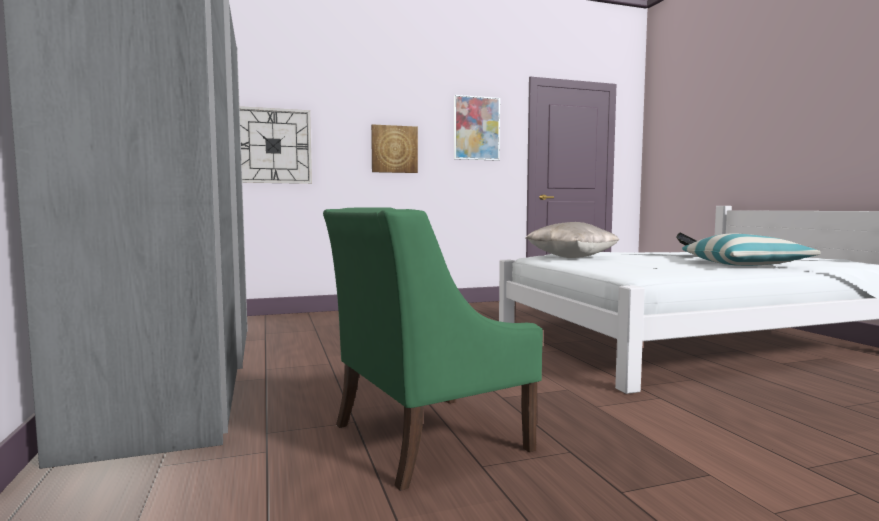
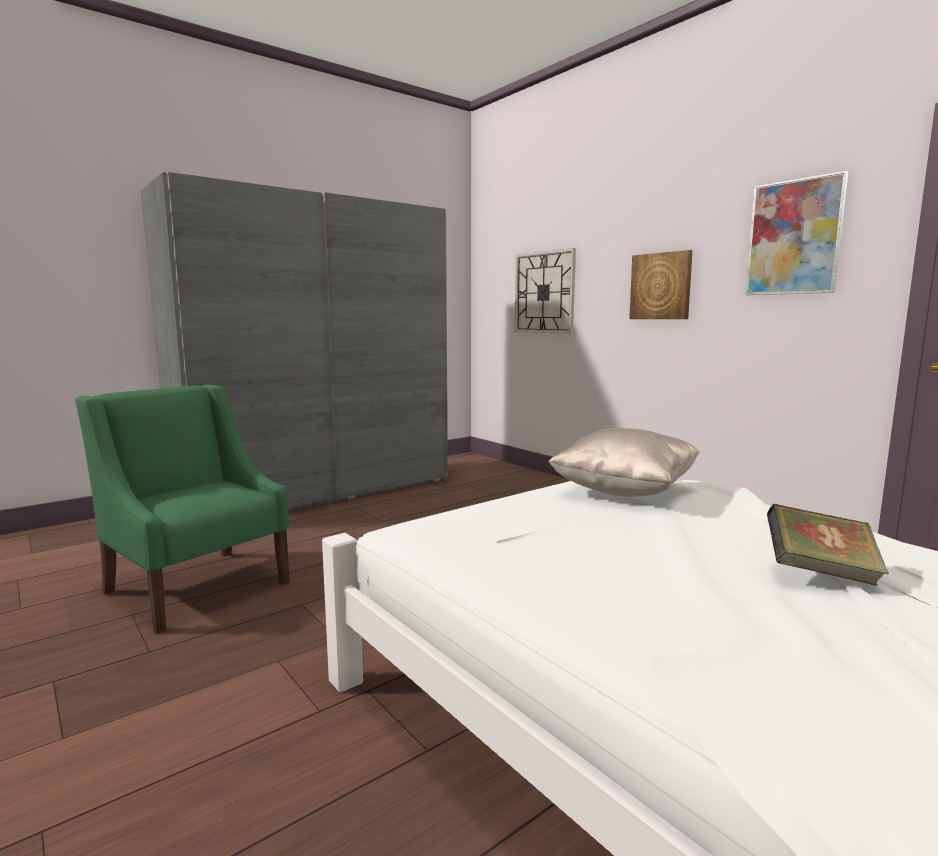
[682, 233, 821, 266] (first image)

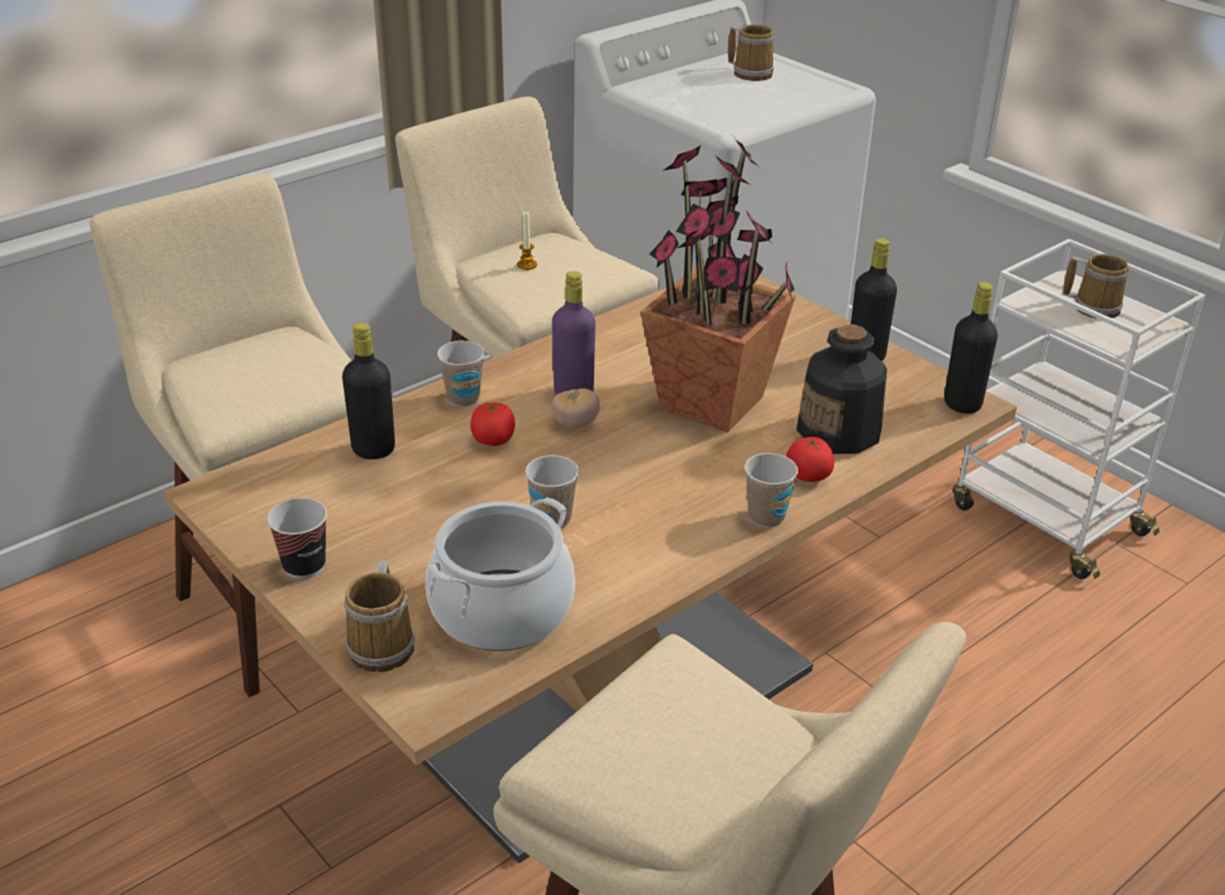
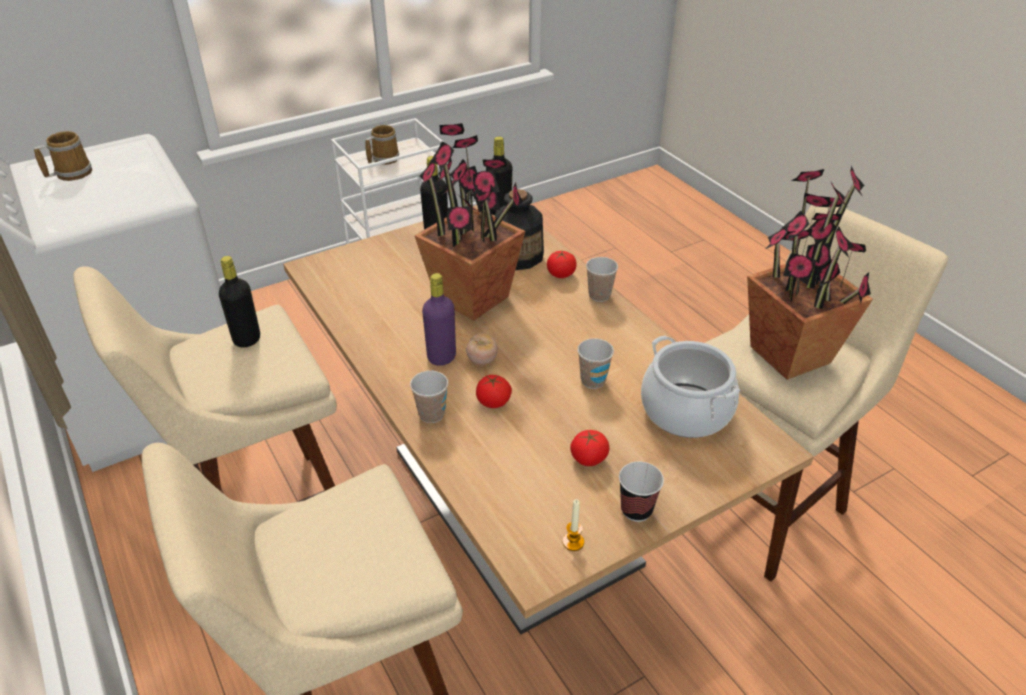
[344, 560, 415, 672] (first image)
[570, 430, 609, 466]
[747, 166, 873, 380]
[219, 256, 260, 348]
[563, 499, 584, 551]

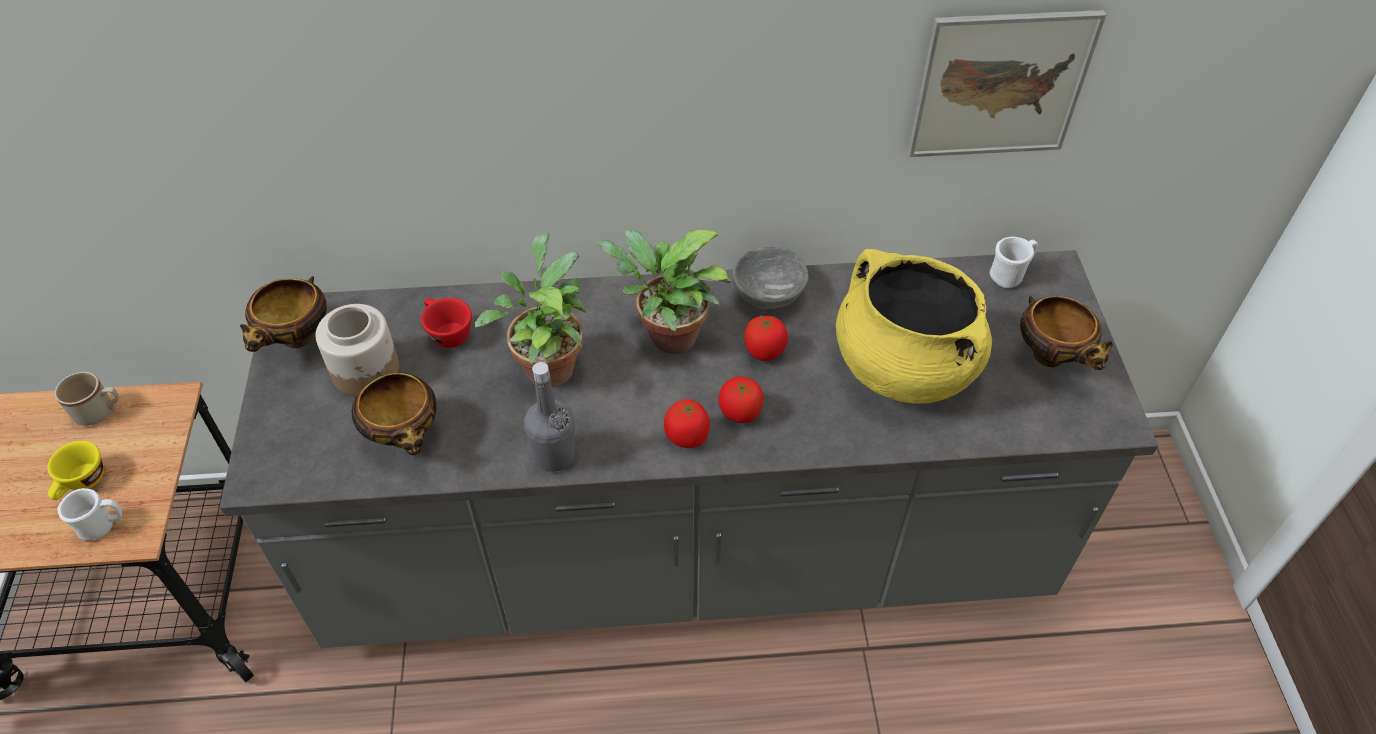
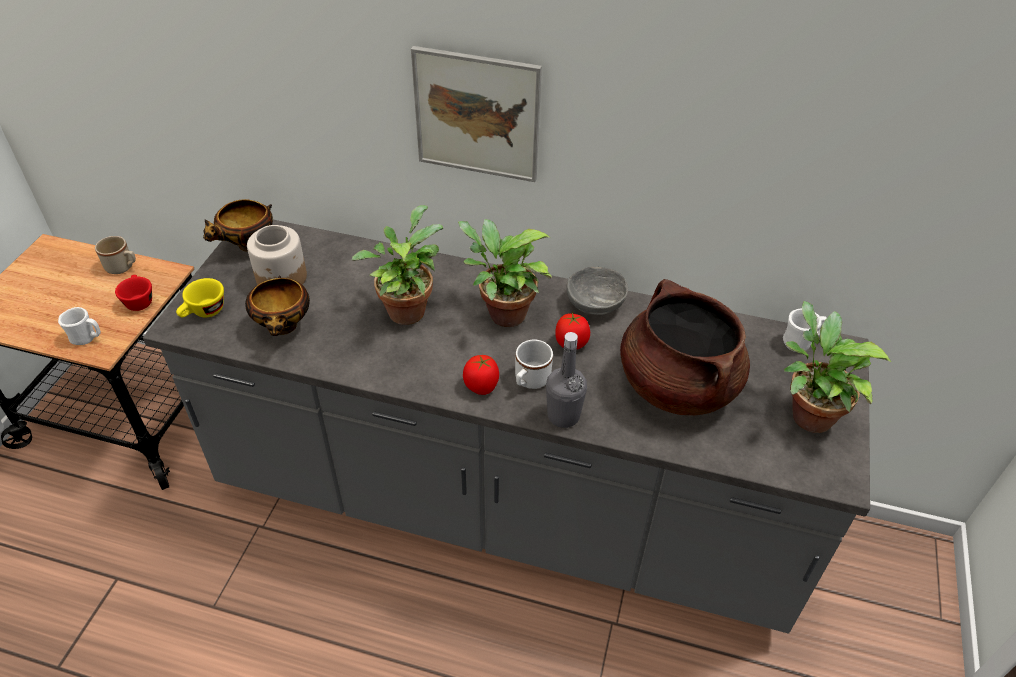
[176, 278, 224, 317]
[115, 275, 152, 311]
[546, 332, 587, 428]
[411, 46, 542, 182]
[515, 340, 553, 389]
[784, 301, 892, 433]
[620, 279, 750, 415]

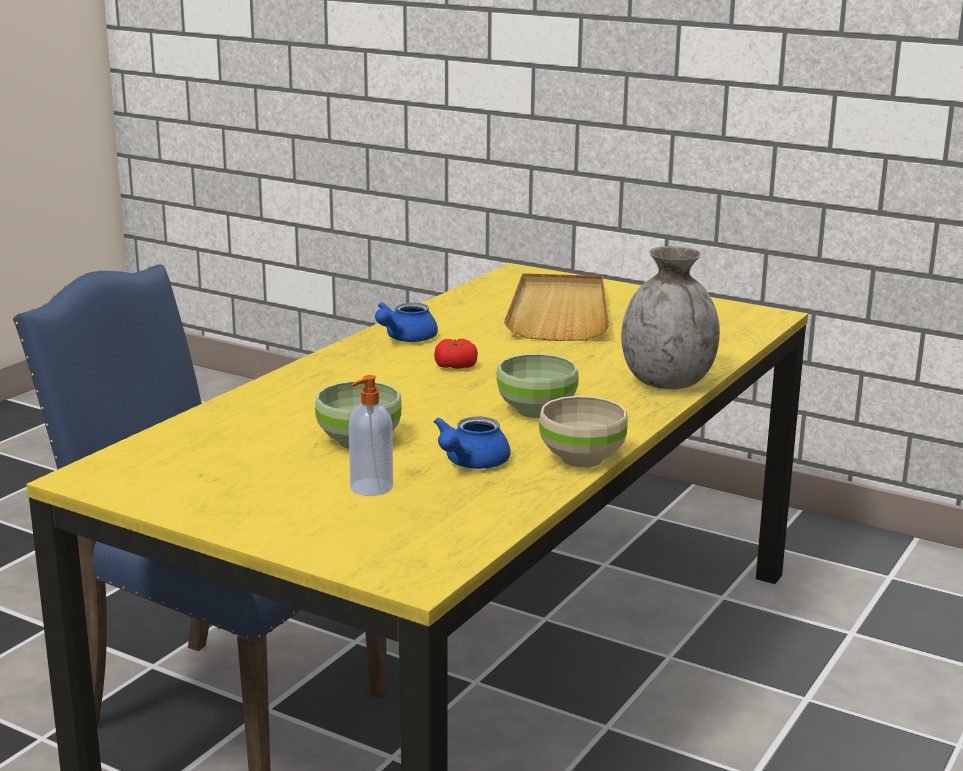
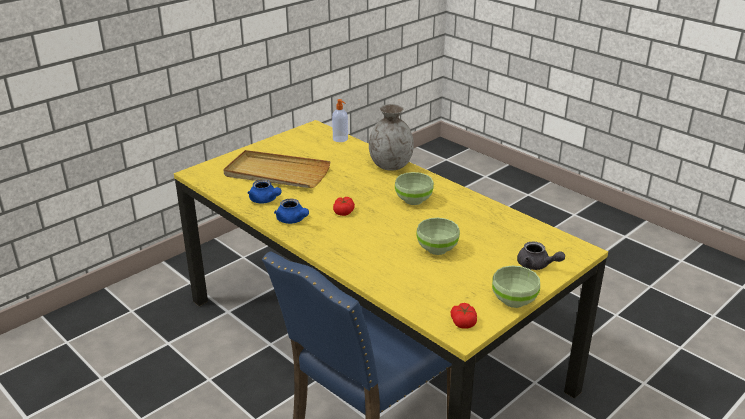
[539, 396, 628, 467] (first image)
[450, 303, 477, 329]
[492, 266, 540, 308]
[517, 242, 565, 270]
[332, 99, 348, 142]
[248, 180, 282, 204]

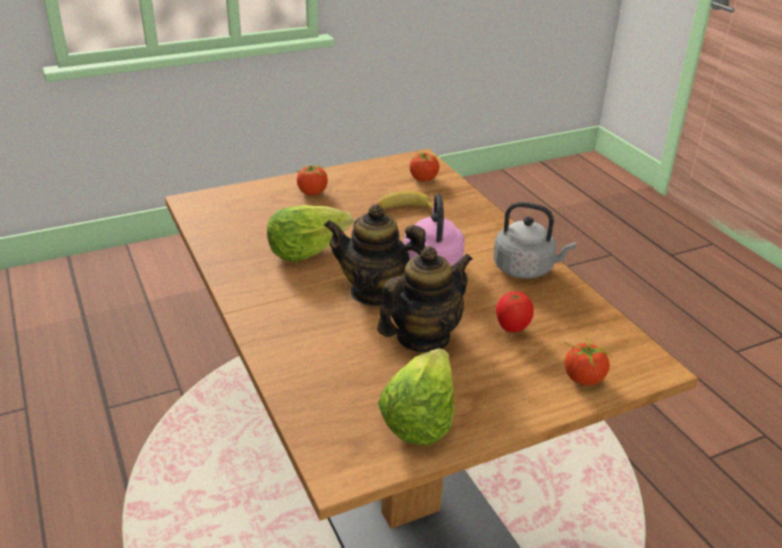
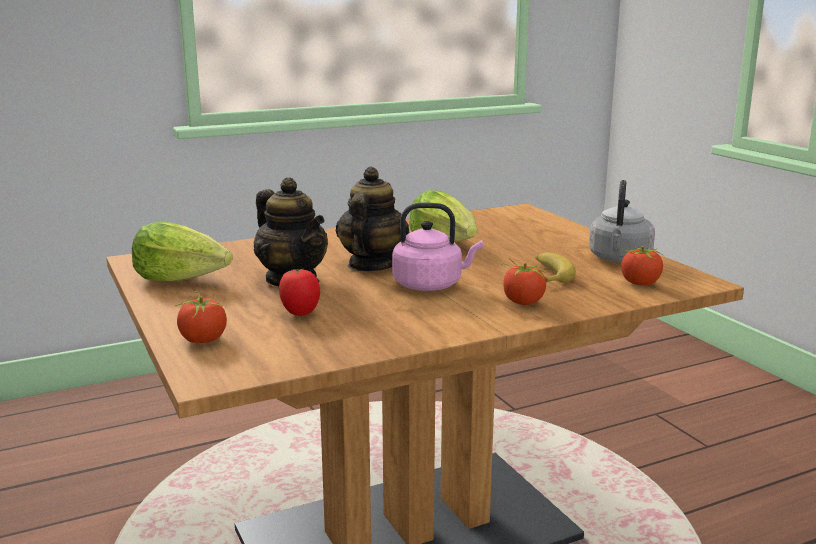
[502, 258, 548, 305]
[589, 180, 655, 263]

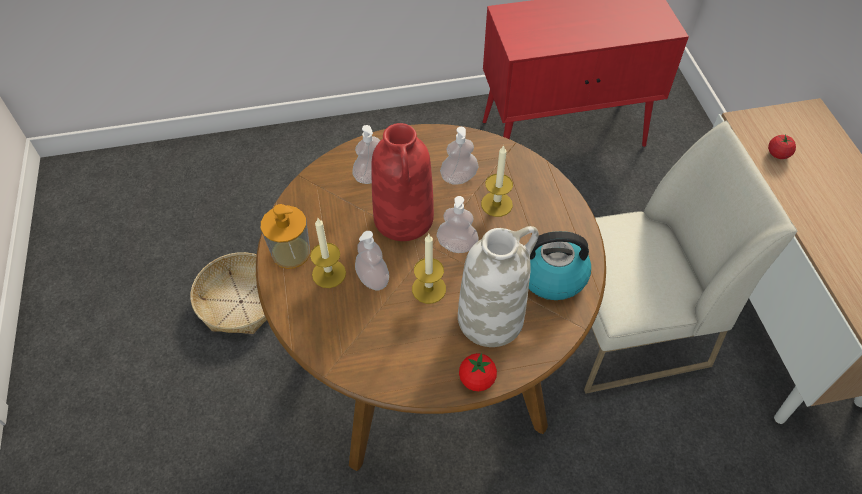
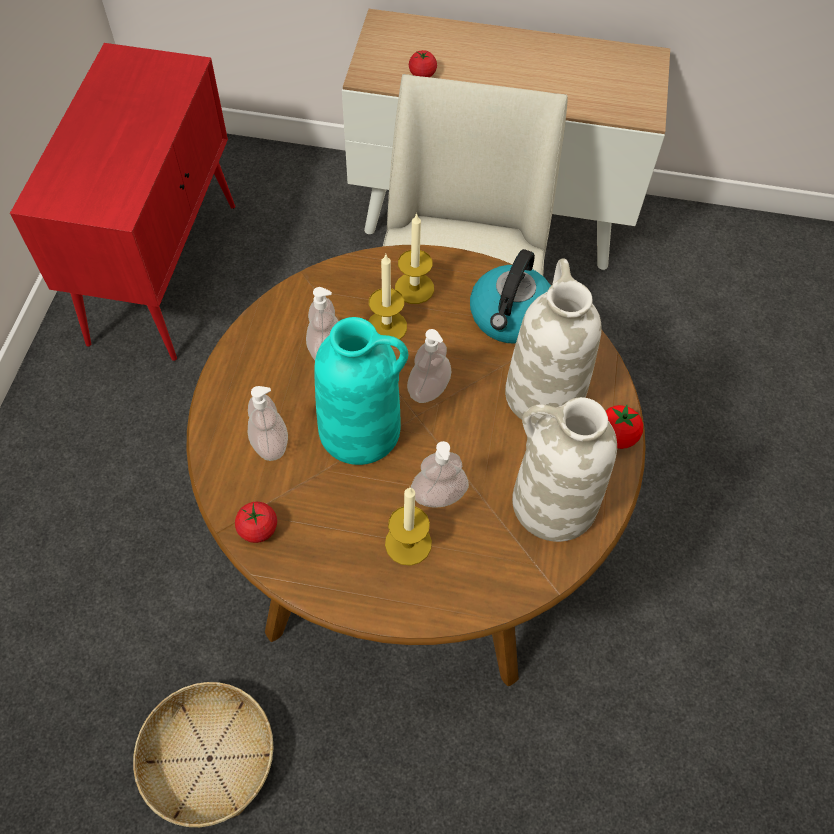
[261, 204, 310, 269] (first image)
[235, 502, 277, 543]
[512, 397, 617, 542]
[395, 213, 434, 304]
[314, 317, 408, 465]

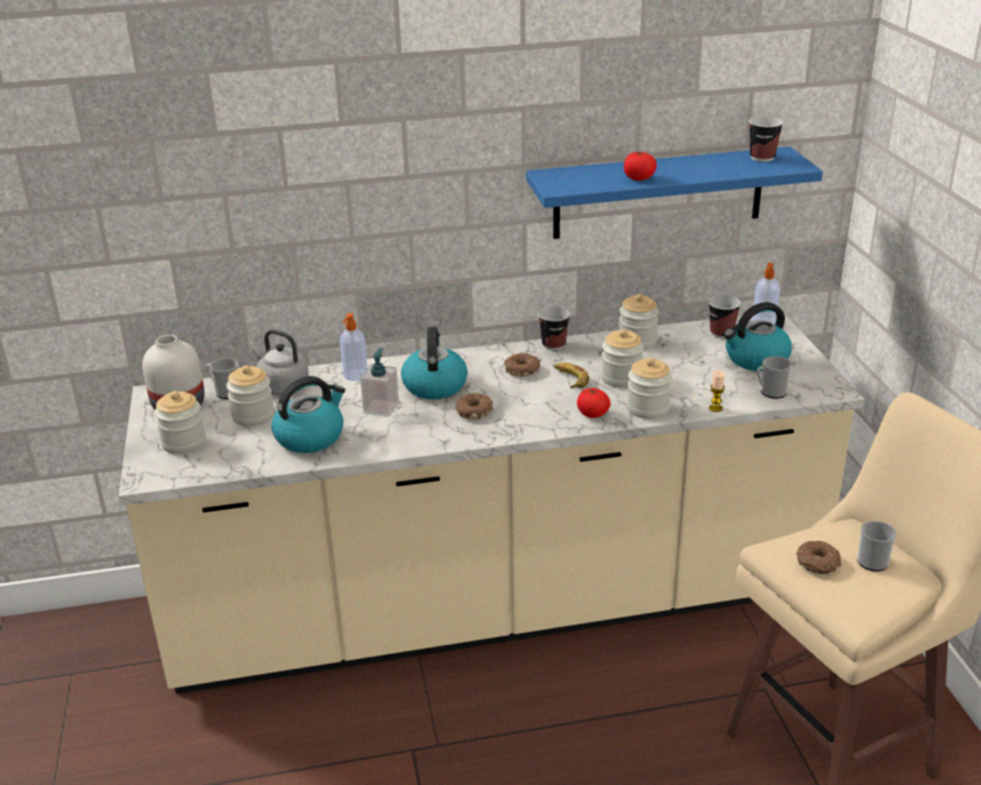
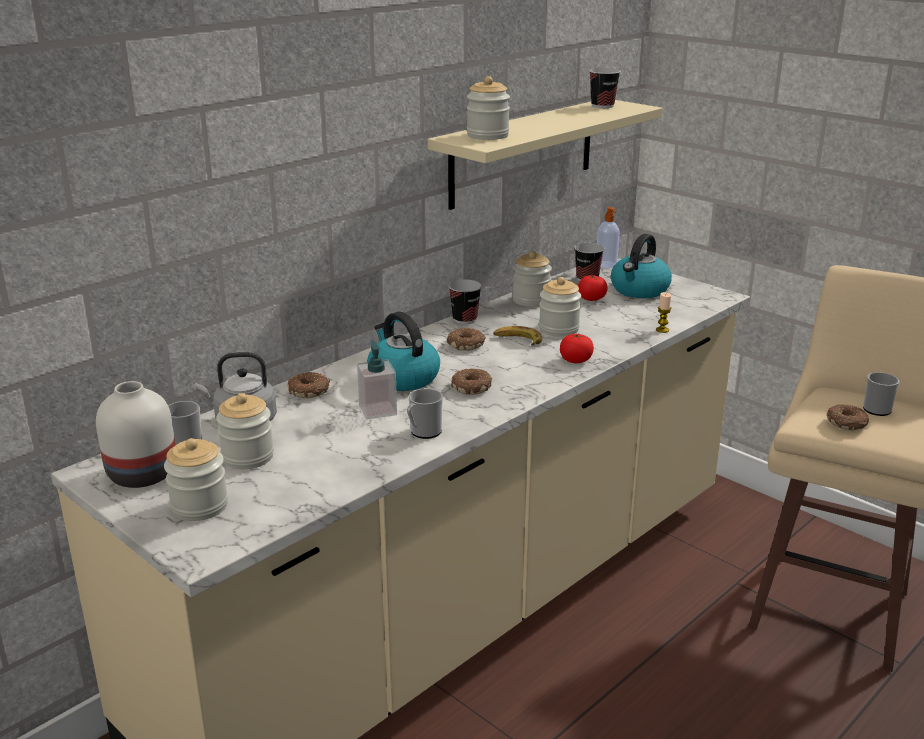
[271, 376, 345, 453] (first image)
[578, 275, 608, 301]
[467, 76, 510, 140]
[407, 388, 443, 439]
[288, 372, 330, 398]
[427, 100, 662, 210]

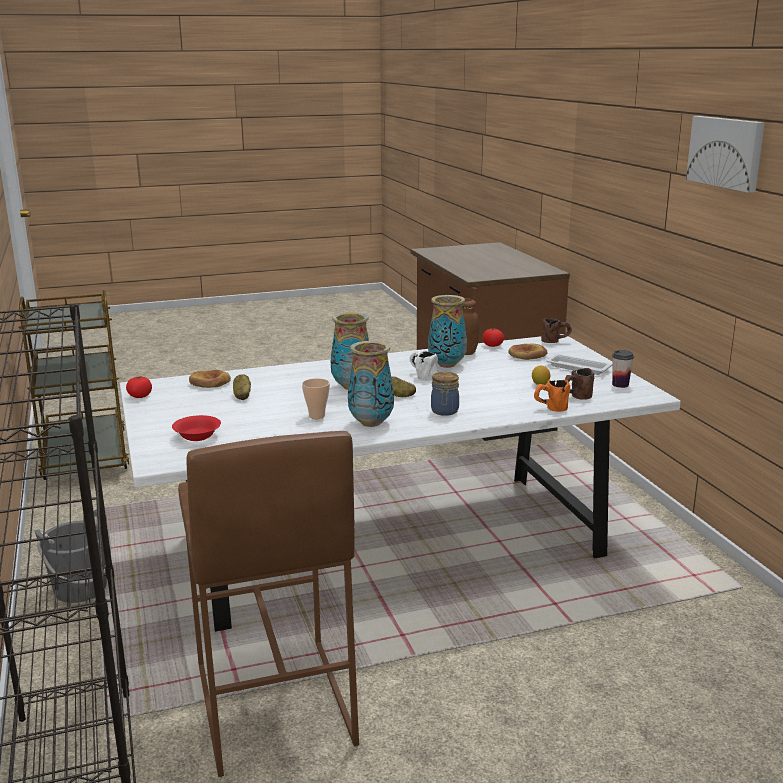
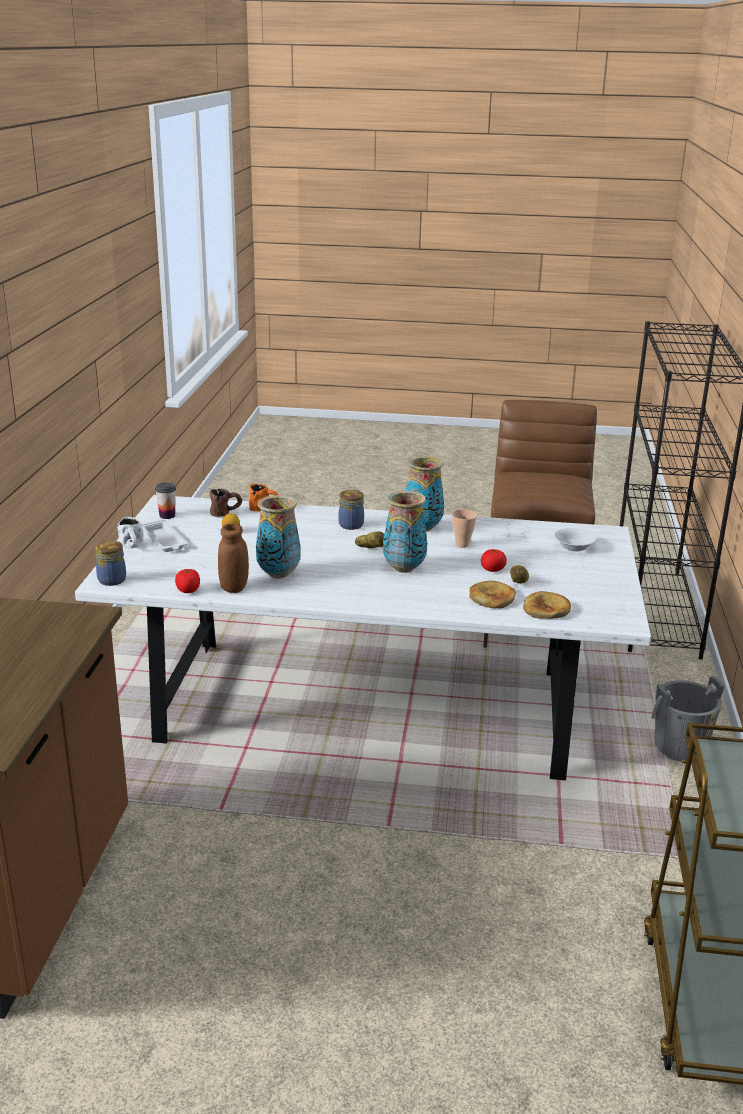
[686, 116, 765, 192] (first image)
[481, 549, 507, 572]
[117, 517, 144, 548]
[469, 581, 516, 609]
[95, 541, 126, 586]
[554, 528, 597, 551]

